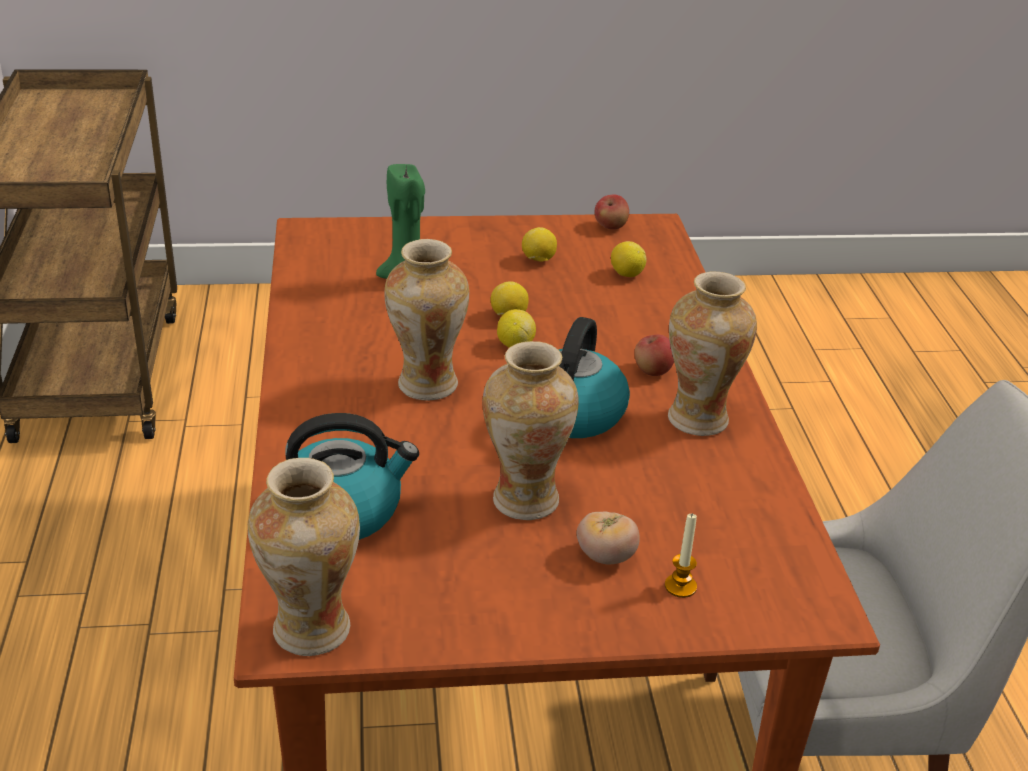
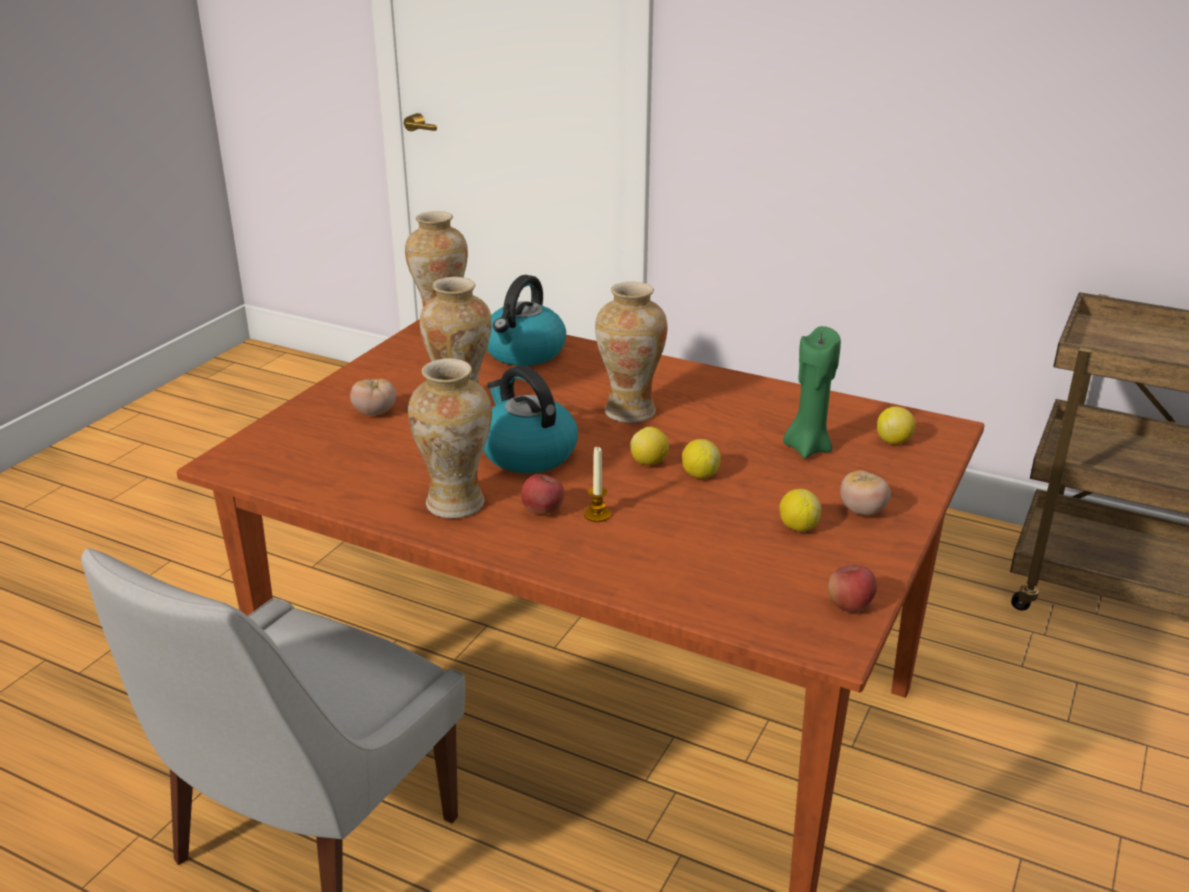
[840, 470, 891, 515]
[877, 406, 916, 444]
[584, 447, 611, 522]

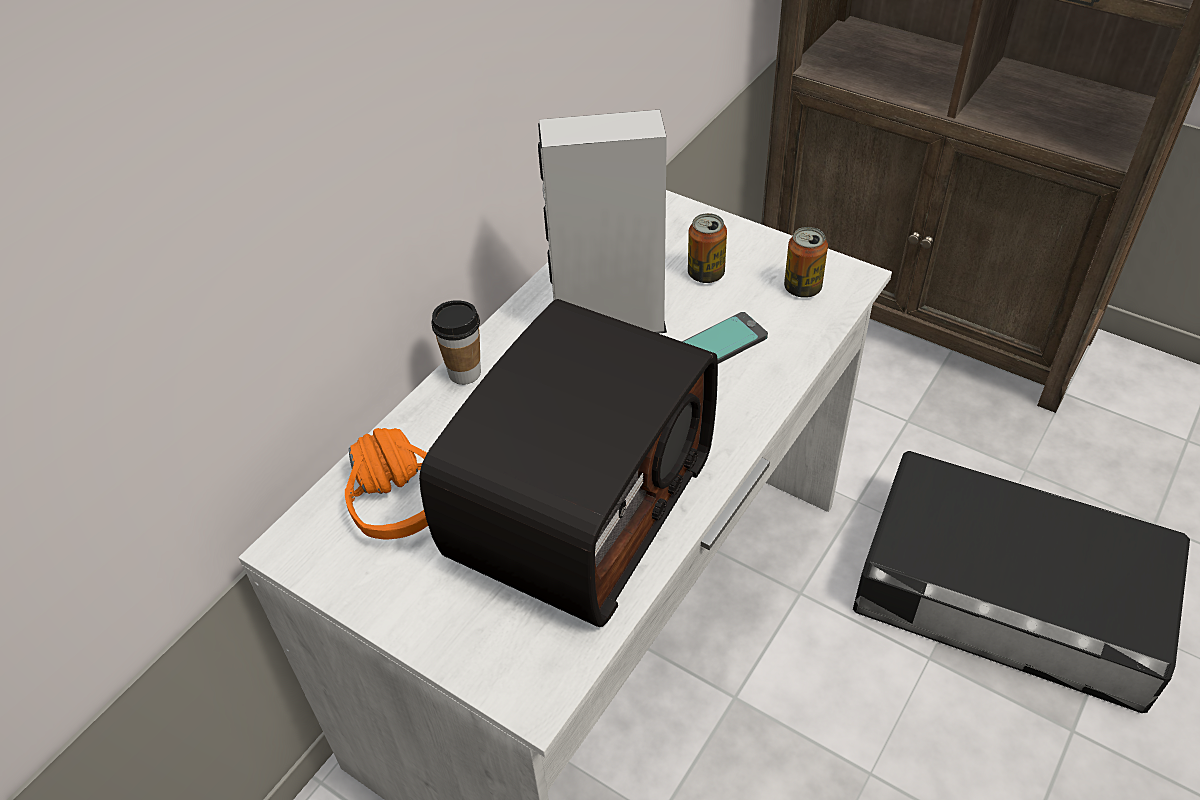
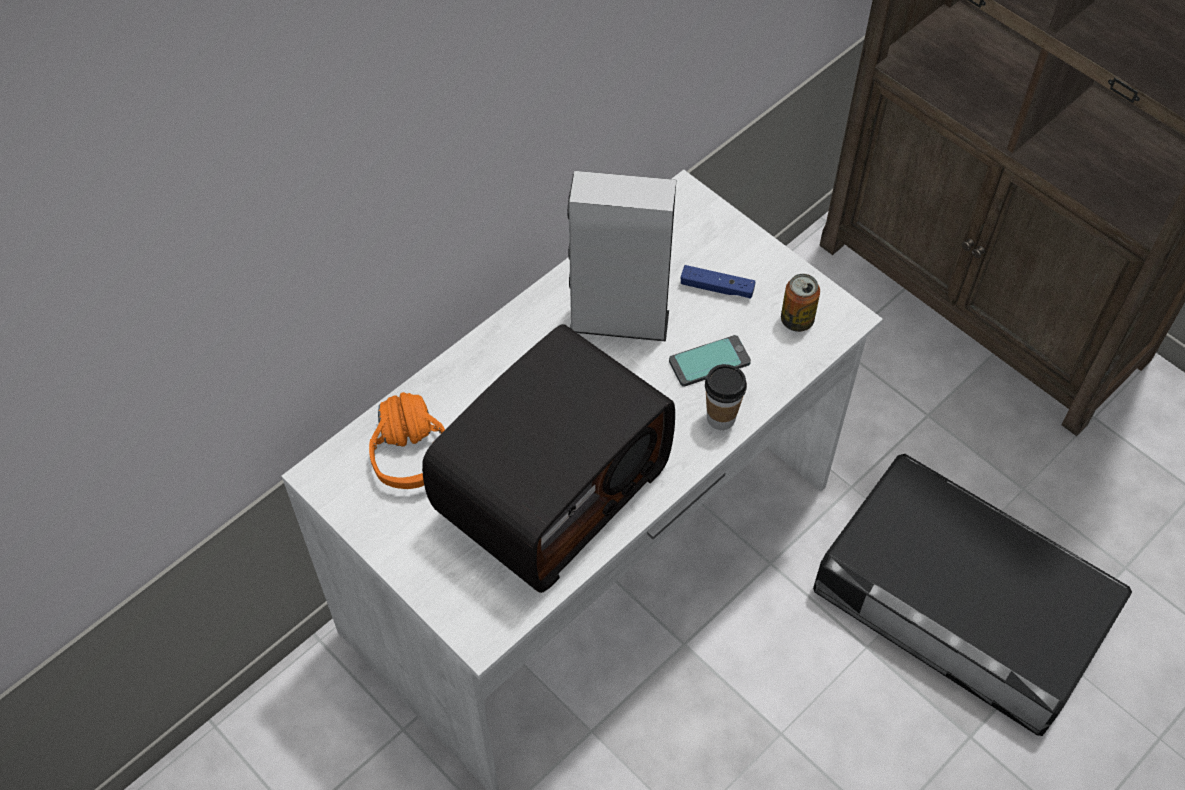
[705, 364, 747, 430]
[681, 265, 756, 299]

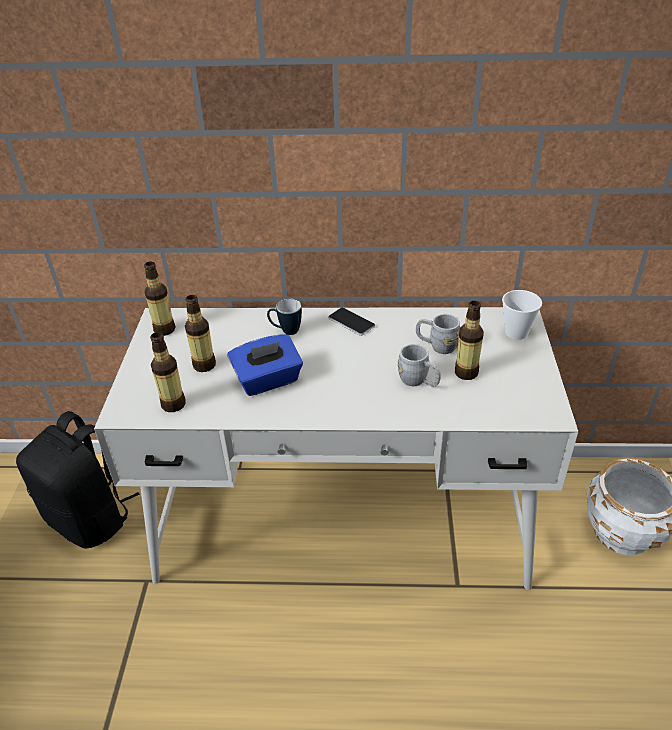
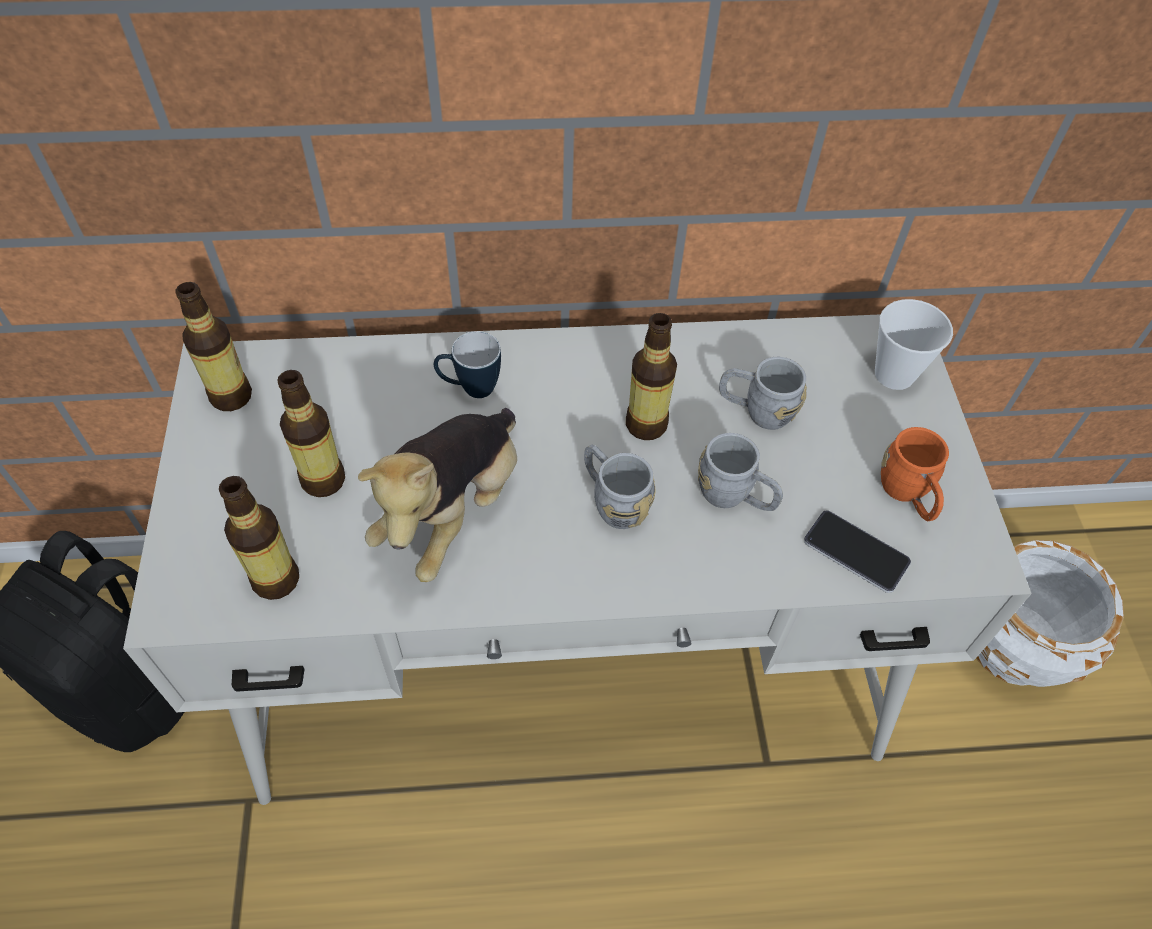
[584, 444, 656, 529]
[881, 427, 949, 521]
[804, 510, 911, 593]
[626, 313, 677, 440]
[358, 408, 517, 582]

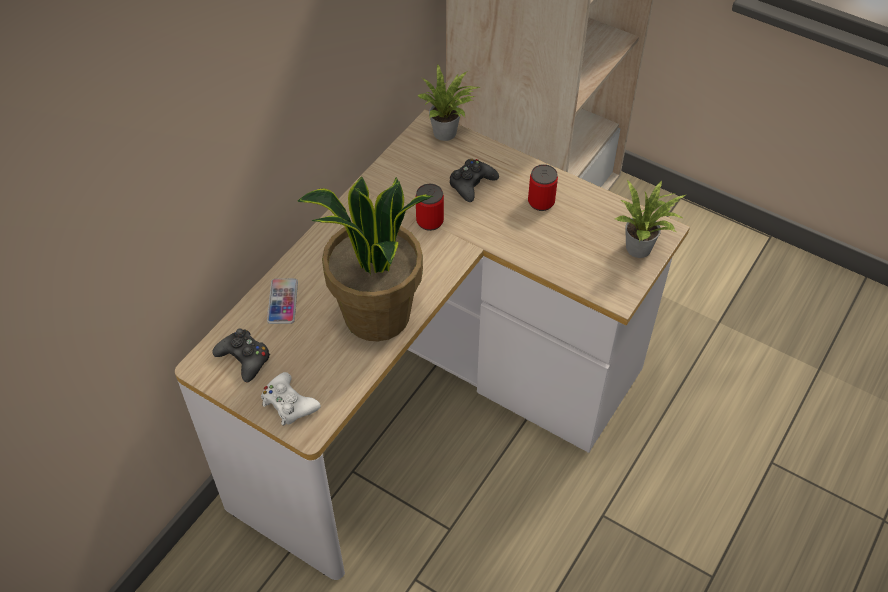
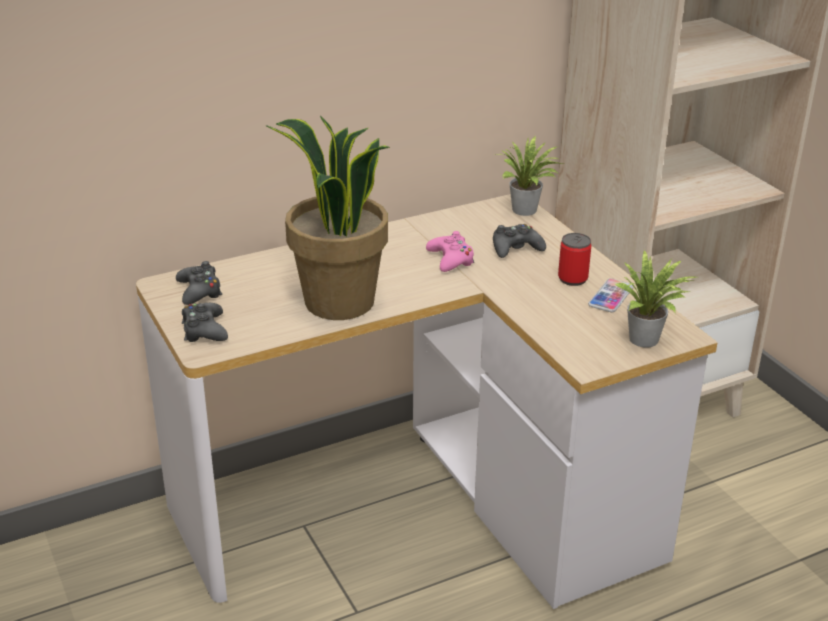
[588, 278, 634, 313]
[426, 231, 474, 272]
[182, 303, 228, 342]

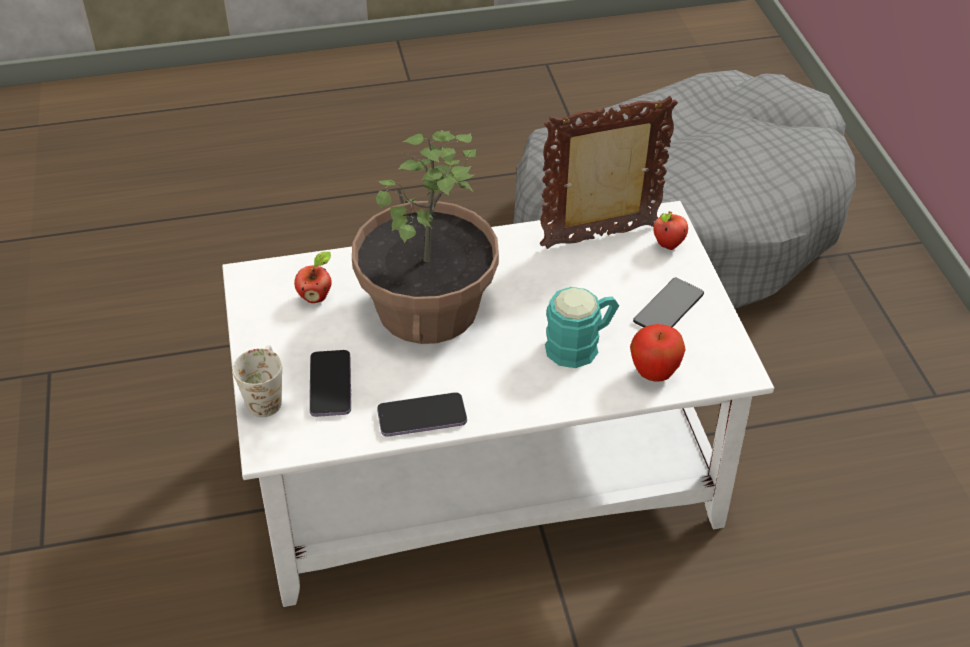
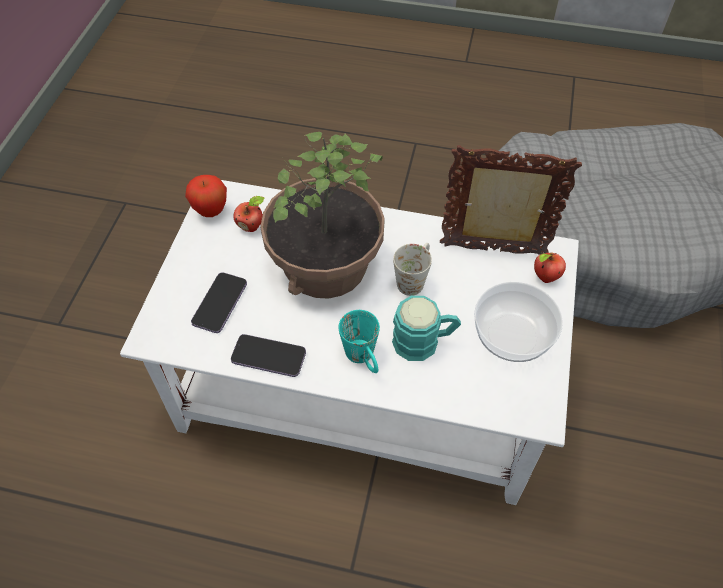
[339, 310, 380, 373]
[393, 243, 432, 296]
[185, 175, 227, 217]
[474, 282, 563, 362]

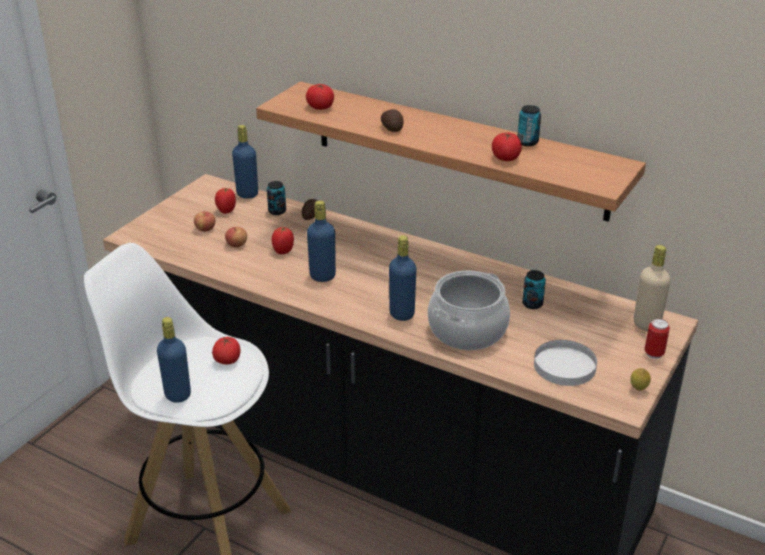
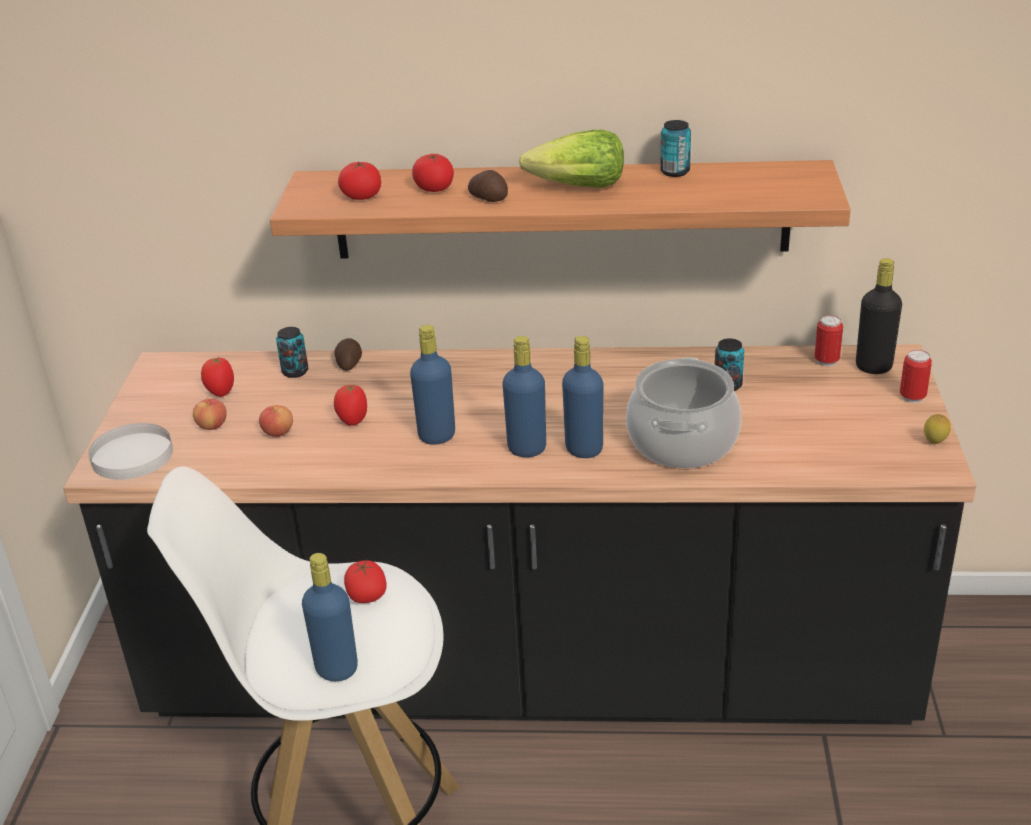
[519, 130, 624, 188]
[814, 315, 843, 366]
[502, 336, 546, 457]
[412, 154, 454, 192]
[89, 423, 173, 480]
[856, 258, 902, 374]

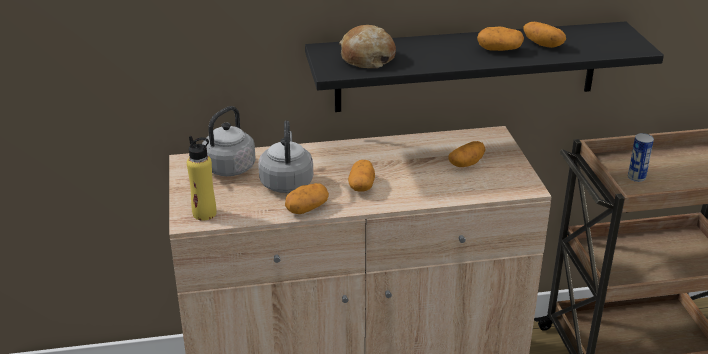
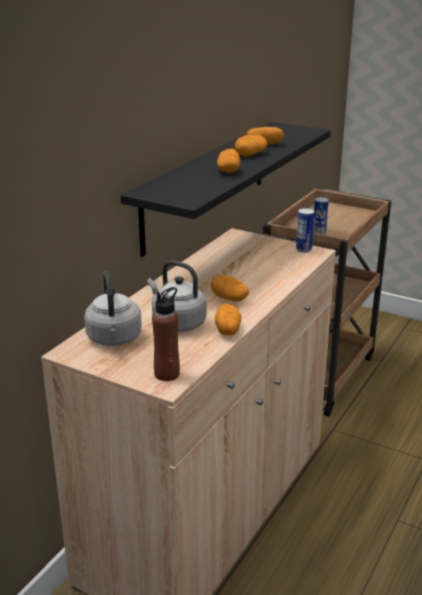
[339, 25, 396, 68] (first image)
[296, 208, 314, 253]
[217, 149, 240, 173]
[152, 287, 180, 381]

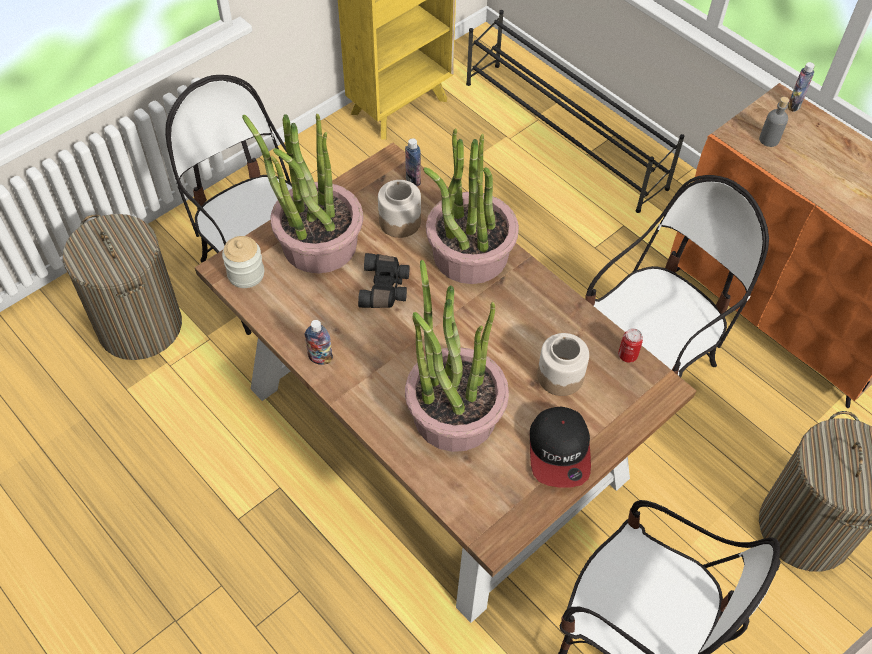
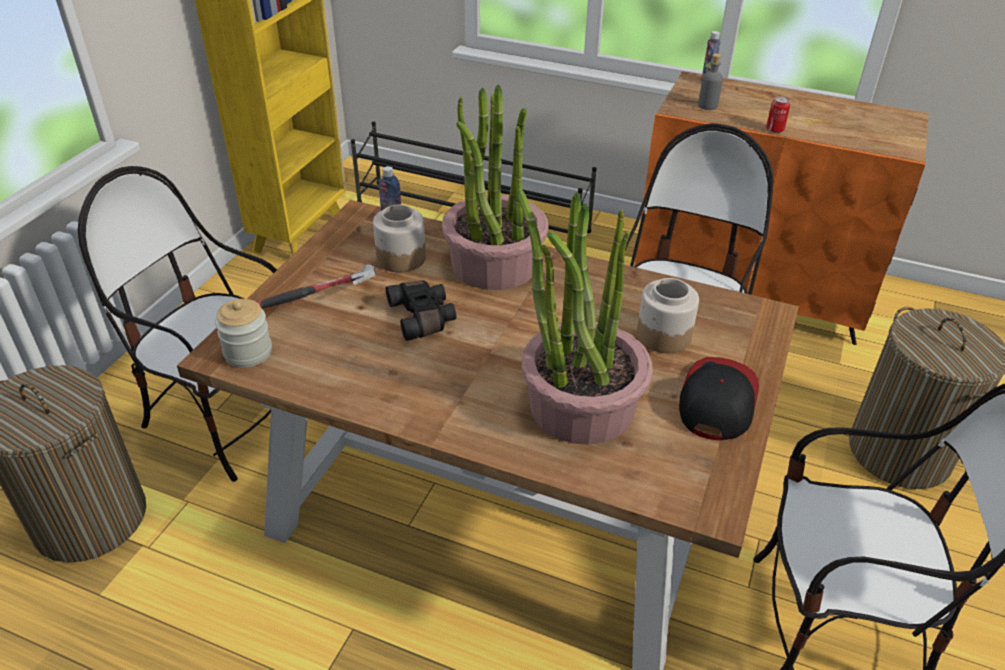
[304, 320, 333, 365] (first image)
[766, 96, 790, 133]
[256, 264, 377, 309]
[679, 357, 759, 440]

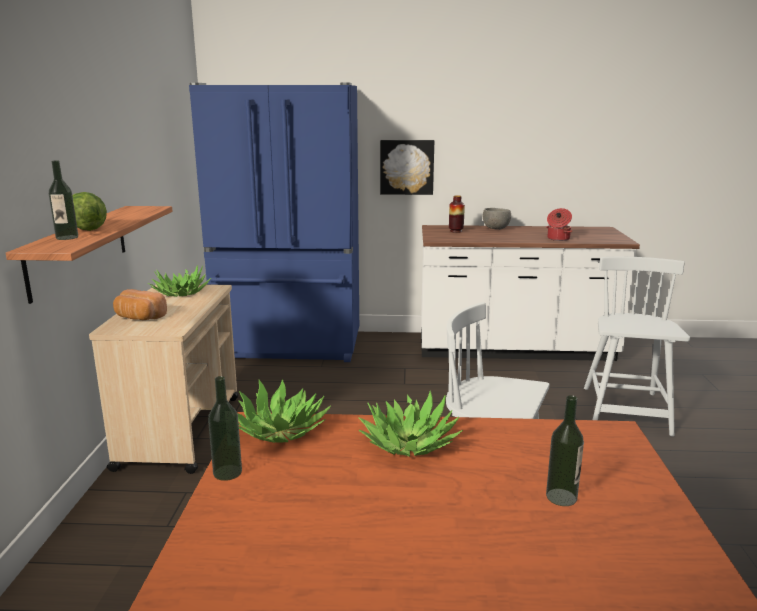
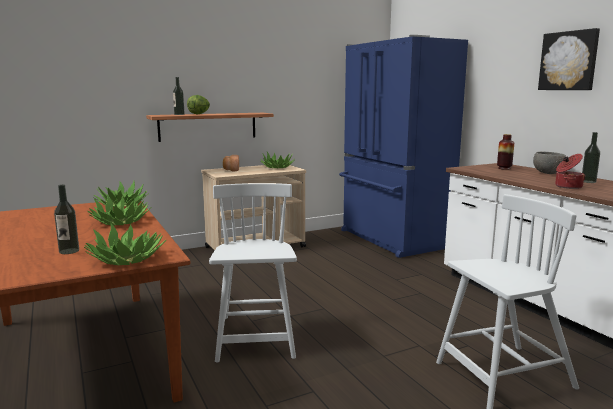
[84, 223, 166, 265]
[582, 132, 600, 183]
[538, 28, 600, 90]

